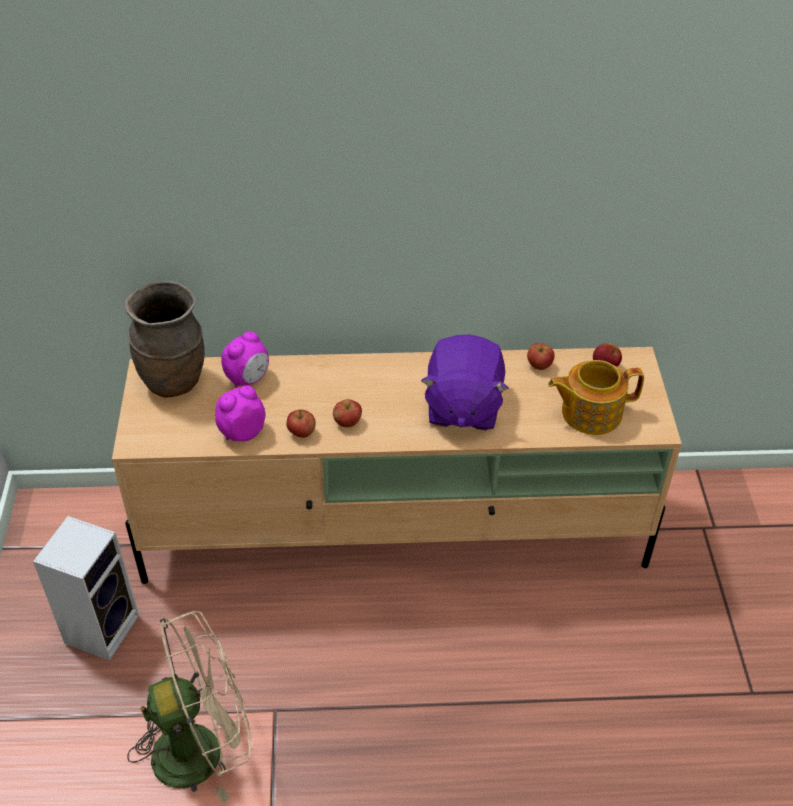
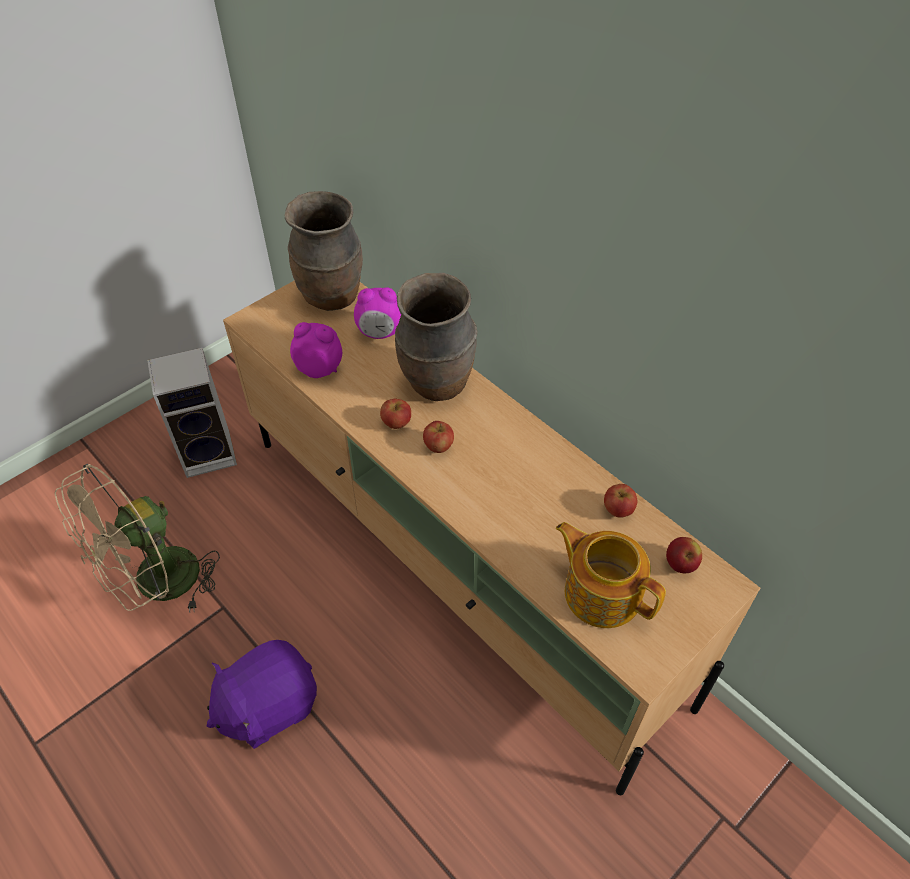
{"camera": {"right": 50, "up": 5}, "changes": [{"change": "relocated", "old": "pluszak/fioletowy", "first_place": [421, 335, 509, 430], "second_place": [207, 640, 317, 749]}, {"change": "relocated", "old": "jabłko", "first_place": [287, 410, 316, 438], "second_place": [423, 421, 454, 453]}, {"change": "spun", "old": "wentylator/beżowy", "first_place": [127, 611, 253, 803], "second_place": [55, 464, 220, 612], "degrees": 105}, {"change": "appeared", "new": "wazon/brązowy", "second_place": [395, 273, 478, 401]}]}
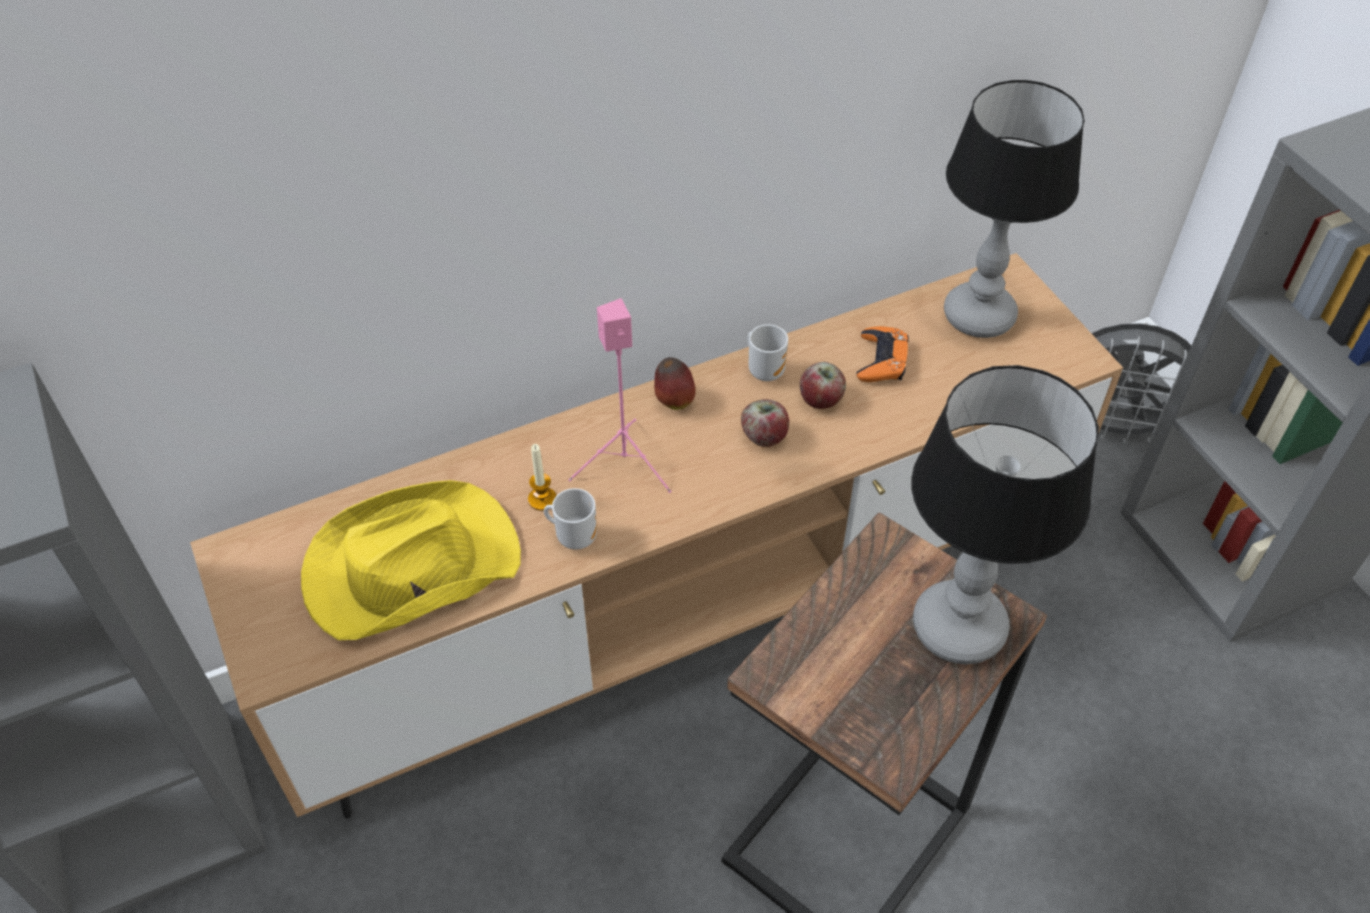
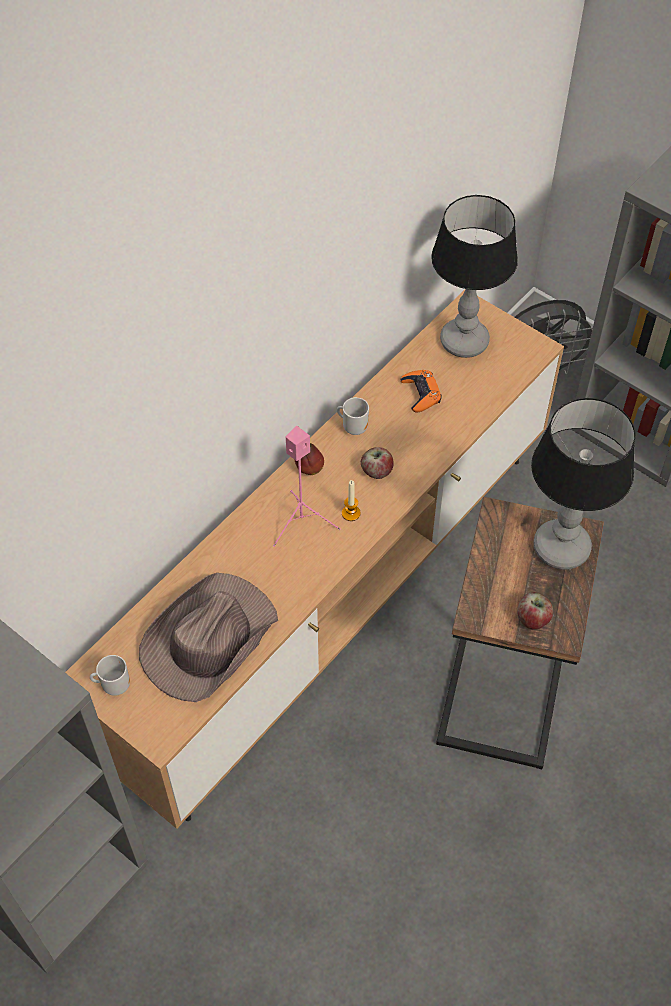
{"camera": {"right": -25, "up": 5}, "changes": [{"change": "relocated", "old": "jabłko", "first_place": [800, 362, 846, 409], "second_place": [517, 592, 553, 630]}, {"change": "relocated", "old": "świeca", "first_place": [528, 444, 556, 511], "second_place": [342, 480, 361, 521]}, {"change": "colour", "old": "kapelusz/żółty", "new": "kapelusz/brązowy", "first_place": [301, 480, 521, 640], "second_place": [139, 573, 278, 702]}, {"change": "relocated", "old": "kubek", "first_place": [544, 488, 597, 550], "second_place": [90, 655, 130, 696]}]}
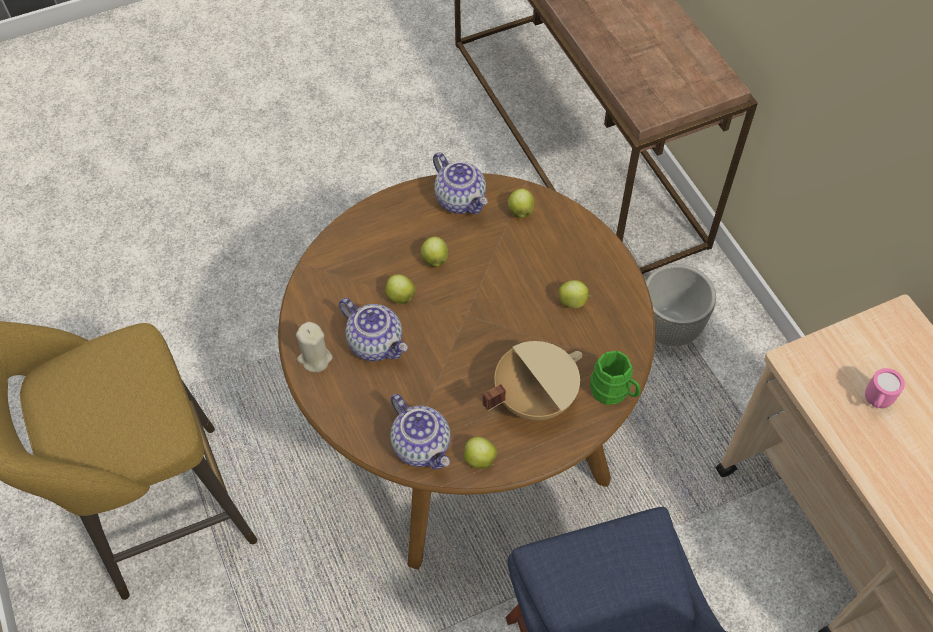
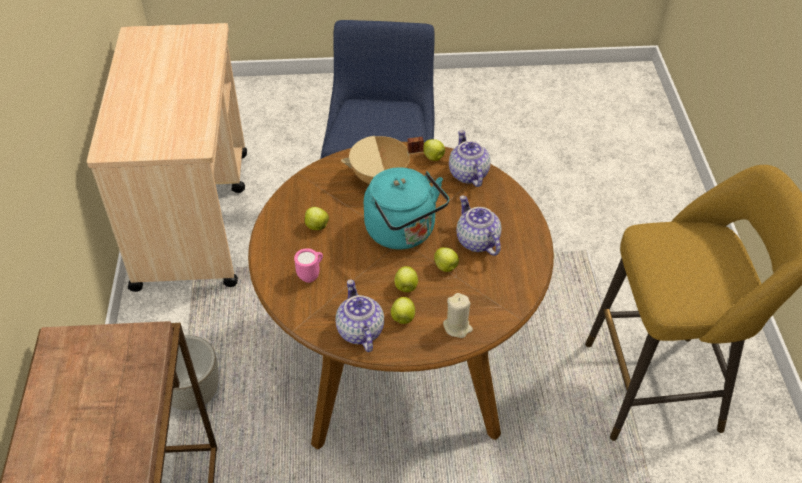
{"camera": {"right": -160, "up": -10}, "changes": [{"change": "relocated", "old": "jabłko", "first_place": [508, 188, 534, 218], "second_place": [391, 297, 415, 324]}, {"change": "relocated", "old": "świeca/beżowy", "first_place": [296, 322, 333, 372], "second_place": [443, 293, 473, 338]}, {"change": "missing", "old": "kubek/zielony", "first_place": [590, 351, 640, 405]}, {"change": "relocated", "old": "kubek/różowy", "first_place": [865, 368, 905, 408], "second_place": [294, 248, 323, 283]}, {"change": "appeared", "new": "czajnik/turkusowy", "second_place": [364, 167, 449, 250]}]}
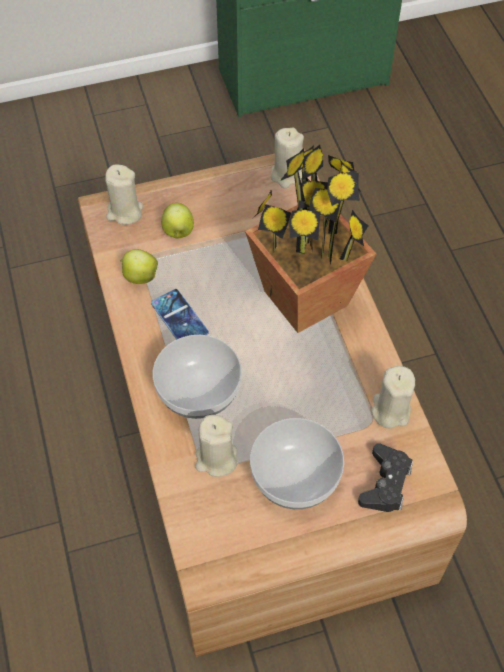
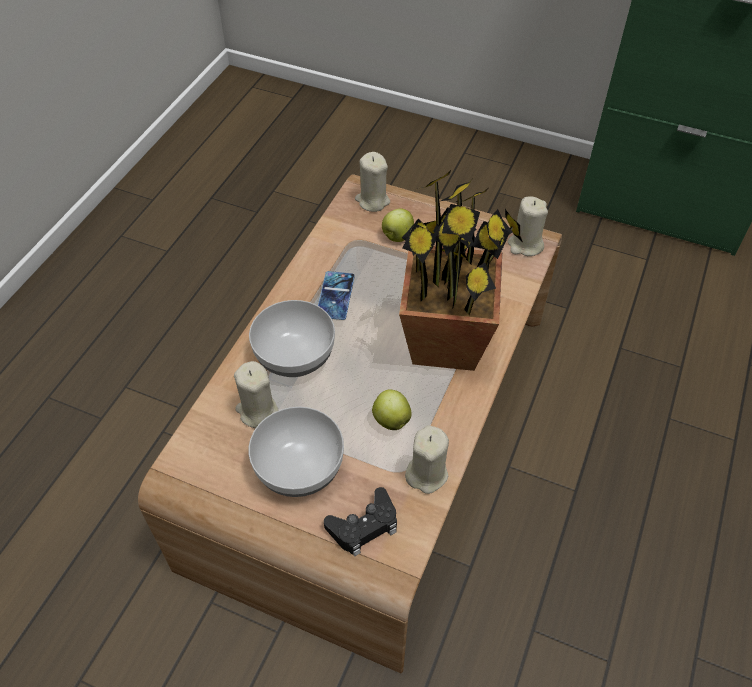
{"camera": {"right": 40, "up": -5}, "changes": [{"change": "relocated", "old": "jabłko", "first_place": [120, 249, 158, 284], "second_place": [372, 389, 412, 430]}]}
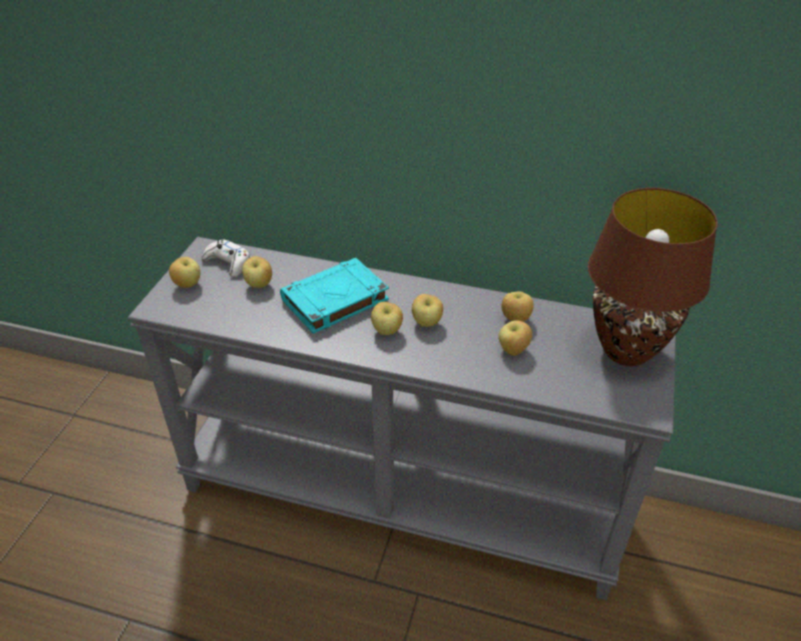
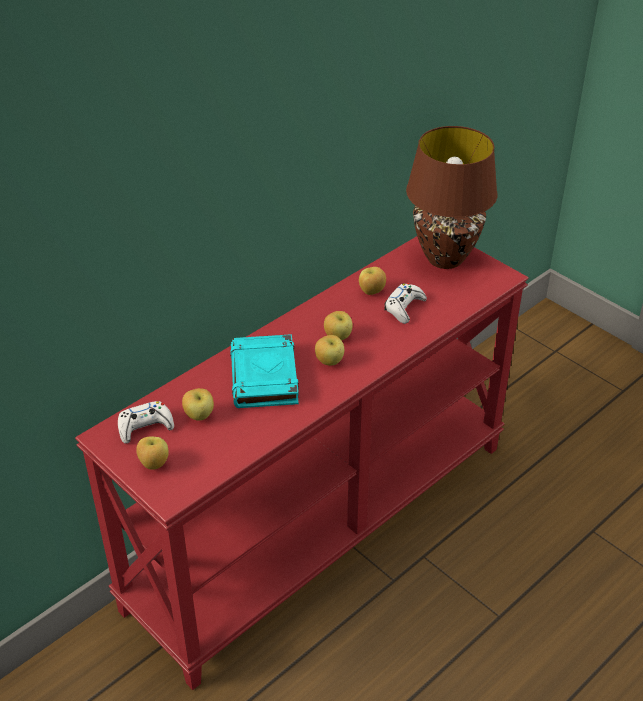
{"camera": {"right": -60, "up": 0}, "changes": [{"change": "colour", "old": "stolik konsolowy/szary", "new": "stolik konsolowy/czerwony", "first_place": [128, 237, 676, 600], "second_place": [75, 236, 529, 690]}, {"change": "exchanged", "old": "jabłko", "new": "pad do gier/biały", "first_place": [499, 320, 532, 356], "second_place": [384, 283, 427, 324]}]}
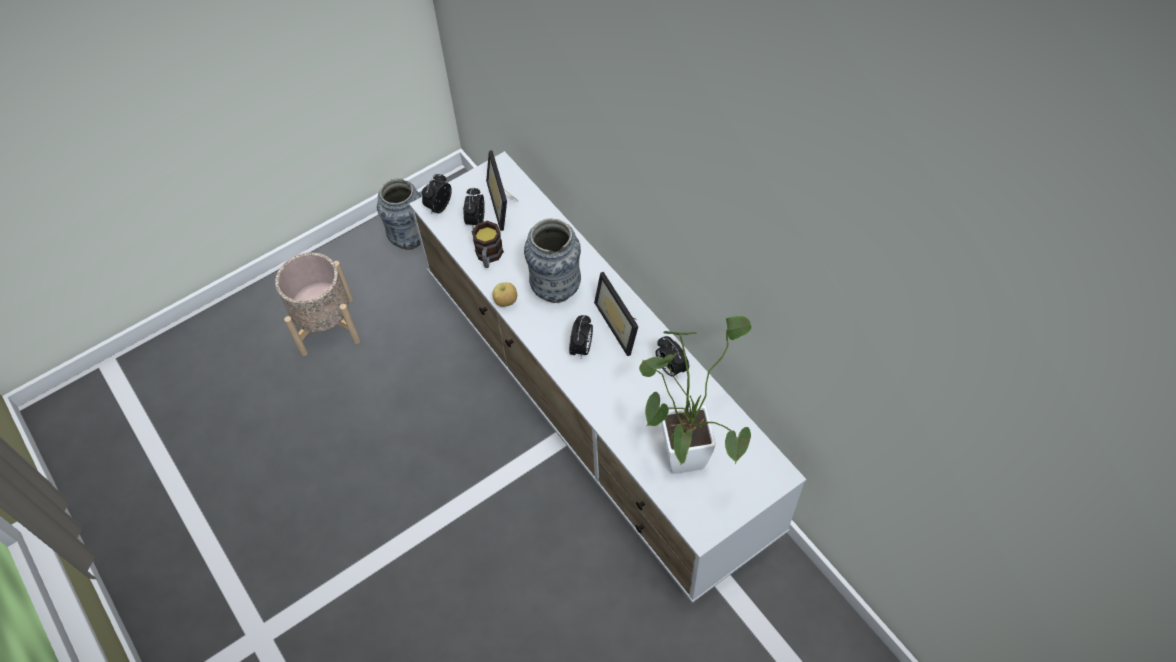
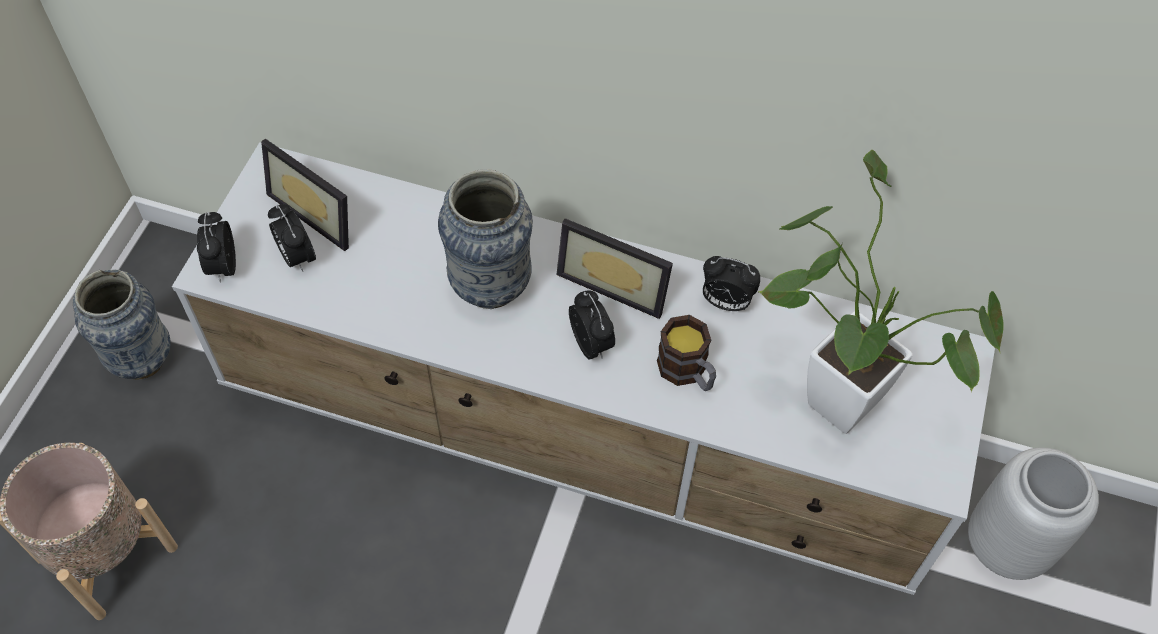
{"camera": {"right": -40, "up": 0}, "changes": [{"change": "relocated", "old": "kubek", "first_place": [472, 221, 504, 268], "second_place": [657, 315, 716, 391]}, {"change": "missing", "old": "jabłko", "first_place": [492, 282, 517, 307]}, {"change": "appeared", "new": "wazon/szary", "second_place": [968, 447, 1099, 580]}]}
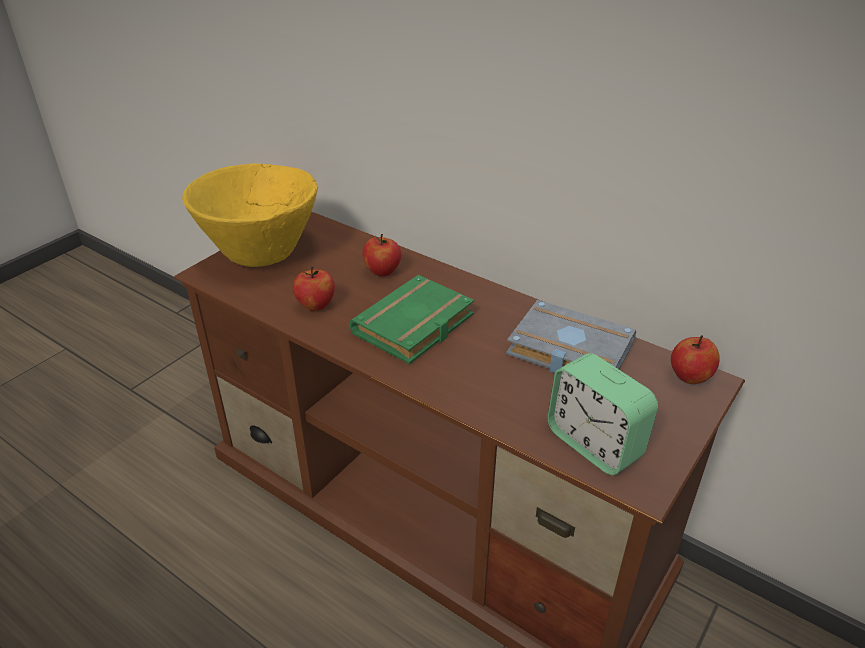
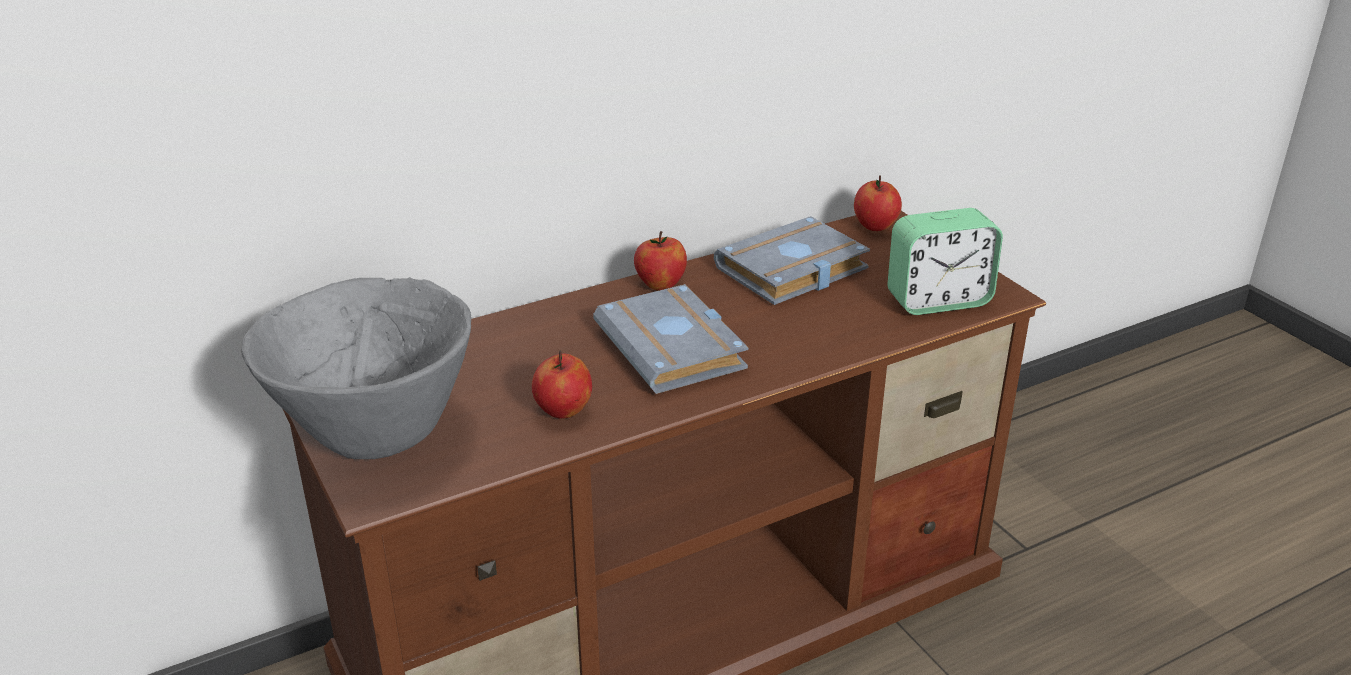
{"camera": {"right": -65, "up": -5}, "changes": [{"change": "colour", "old": "miska/żółty", "new": "miska/szary", "first_place": [182, 163, 318, 267], "second_place": [241, 277, 471, 459]}, {"change": "relocated", "old": "jabłko", "first_place": [362, 234, 401, 276], "second_place": [634, 231, 687, 291]}, {"change": "colour", "old": "książka/zielony", "new": "książka/szary", "first_place": [349, 275, 474, 364], "second_place": [593, 284, 748, 394]}]}
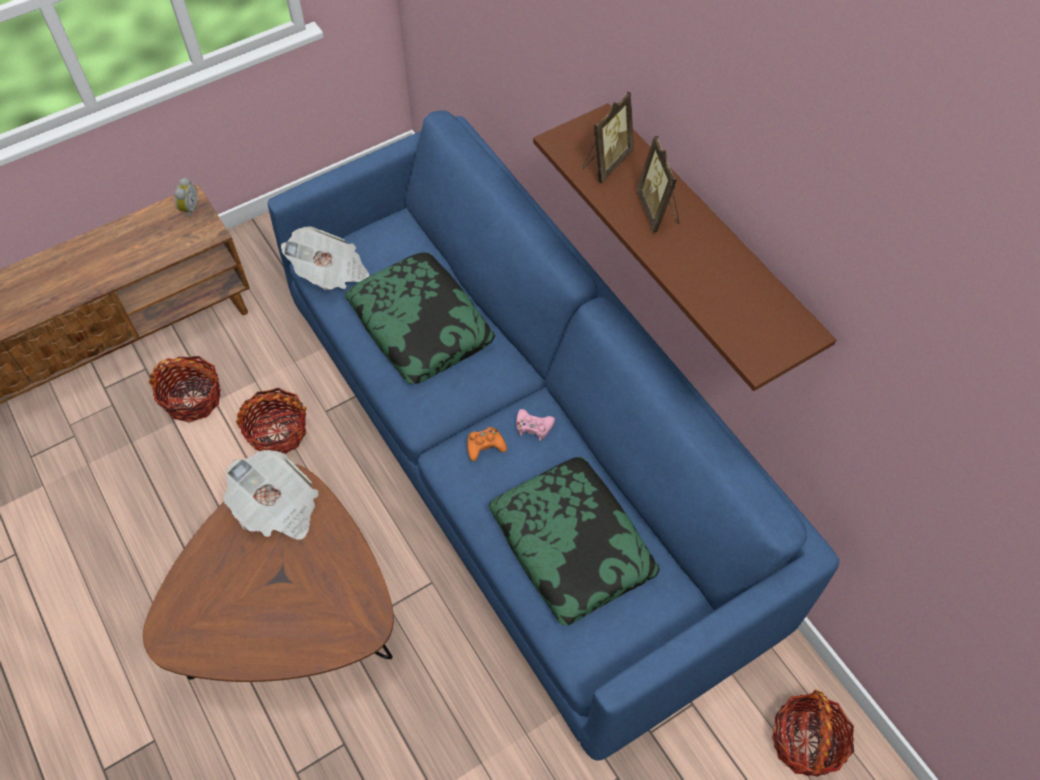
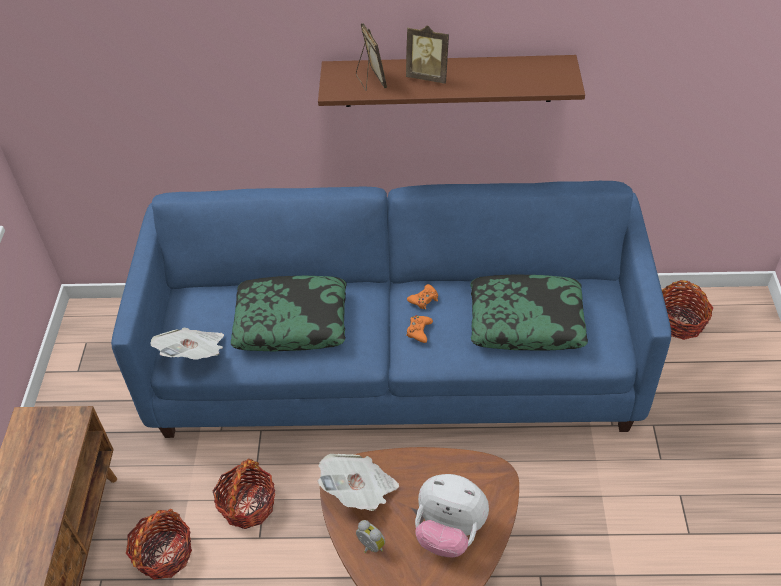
{"camera": {"right": -55, "up": -10}, "changes": [{"change": "relocated", "old": "budzik", "first_place": [174, 177, 198, 218], "second_place": [356, 520, 385, 553]}, {"change": "colour", "old": "pad do gier/różowy", "new": "pad do gier/pomarańczowy", "first_place": [516, 409, 555, 441], "second_place": [407, 284, 438, 310]}, {"change": "appeared", "new": "pluszak", "second_place": [415, 474, 489, 557]}]}
